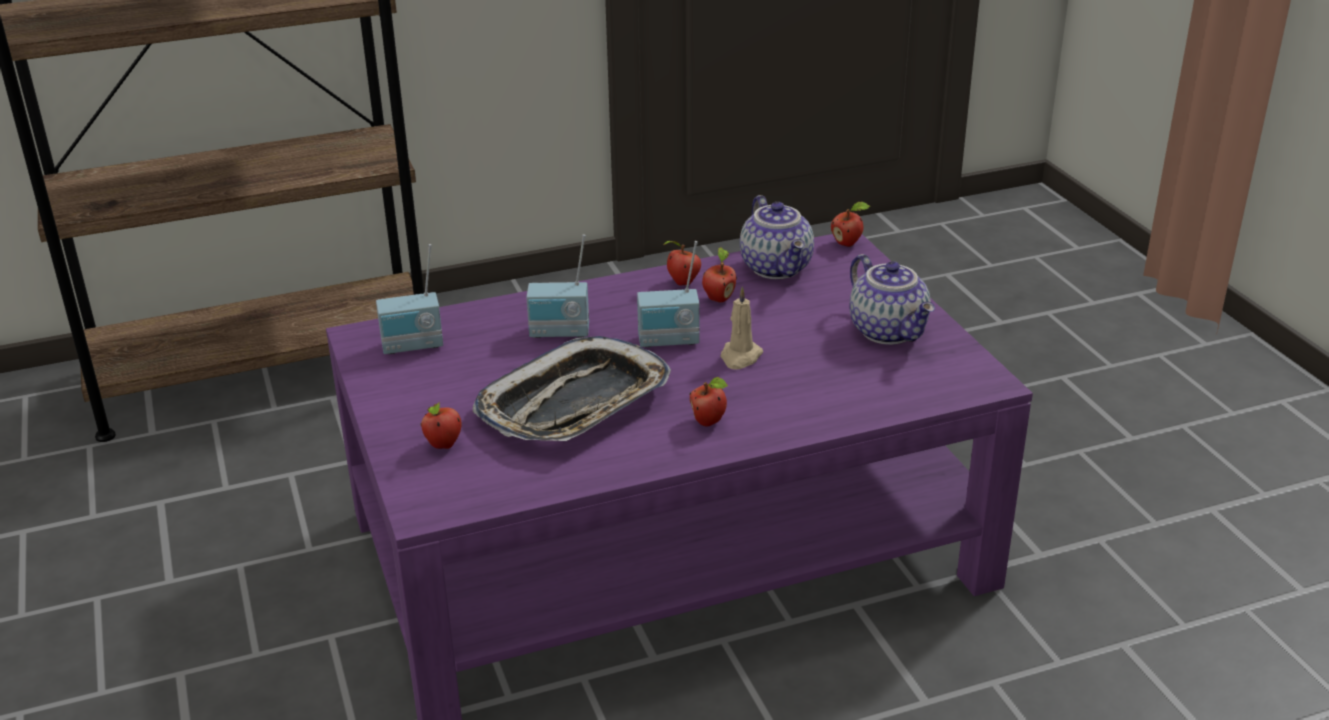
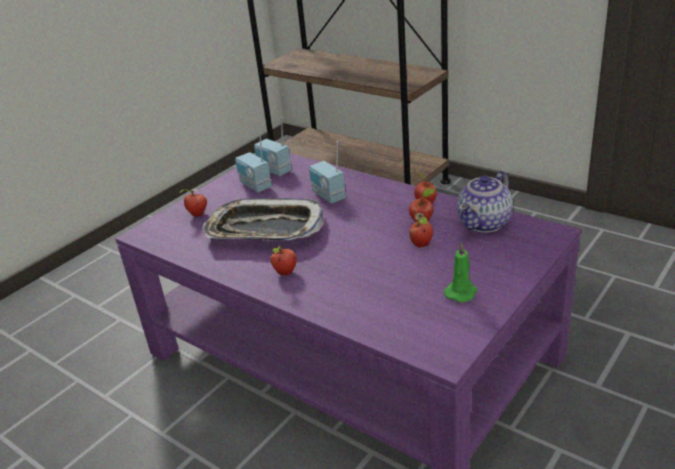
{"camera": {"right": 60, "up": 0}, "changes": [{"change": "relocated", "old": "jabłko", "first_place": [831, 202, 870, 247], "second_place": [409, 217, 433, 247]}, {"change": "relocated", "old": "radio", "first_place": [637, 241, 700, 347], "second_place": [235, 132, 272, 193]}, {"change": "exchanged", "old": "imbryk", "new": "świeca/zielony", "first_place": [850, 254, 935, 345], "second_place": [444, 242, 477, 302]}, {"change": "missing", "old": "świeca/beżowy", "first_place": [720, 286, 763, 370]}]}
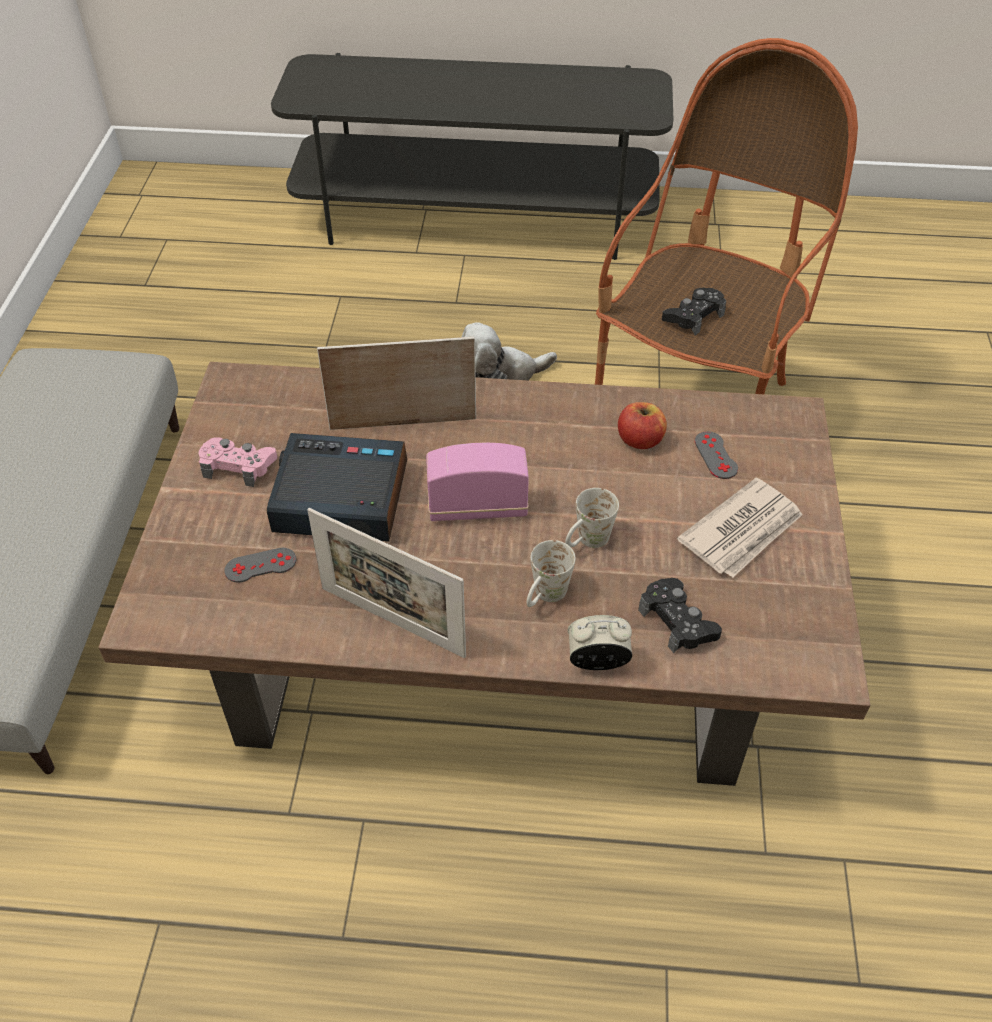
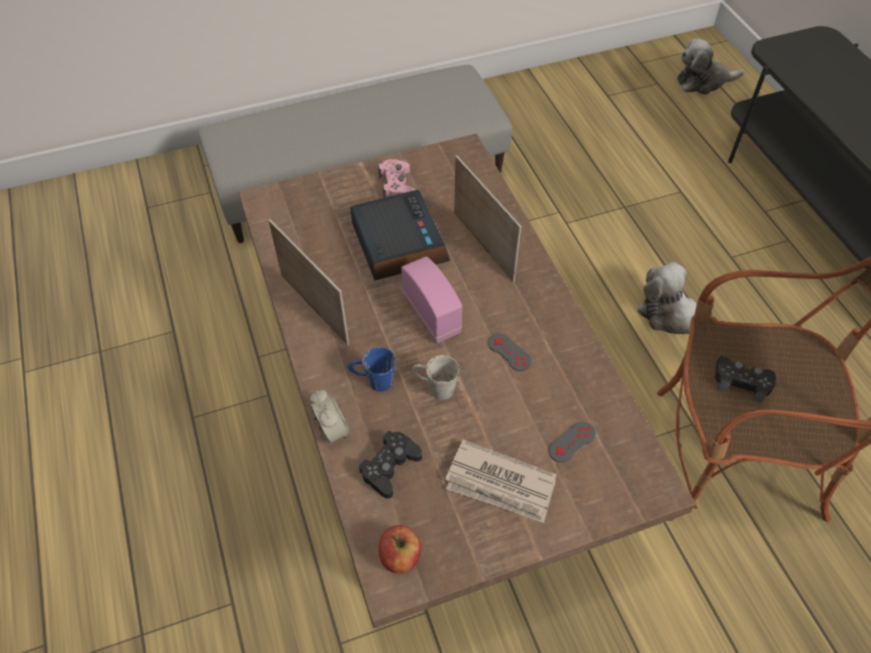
{"camera": {"right": 65, "up": 5}, "changes": [{"change": "relocated", "old": "jabłko", "first_place": [618, 402, 667, 449], "second_place": [378, 525, 421, 574]}, {"change": "spun", "old": "ramka na zdjęcie", "first_place": [307, 508, 466, 658], "second_place": [268, 219, 349, 345], "degrees": 135}, {"change": "colour", "old": "kubek/biały", "new": "kubek/niebieski", "first_place": [527, 540, 576, 607], "second_place": [348, 347, 396, 392]}, {"change": "relocated", "old": "pad do gier/szary", "first_place": [224, 548, 297, 583], "second_place": [488, 333, 532, 371]}, {"change": "appeared", "new": "pluszak", "second_place": [677, 38, 745, 95]}]}
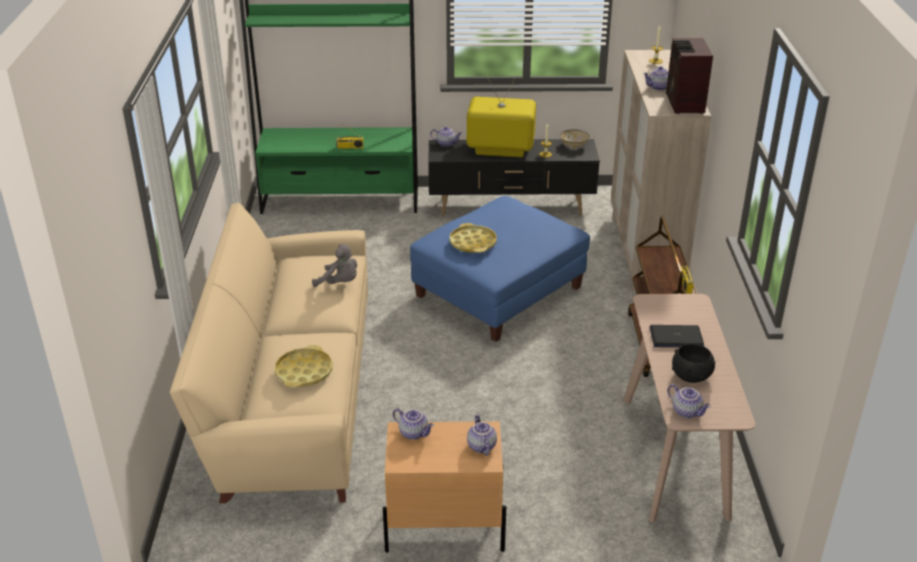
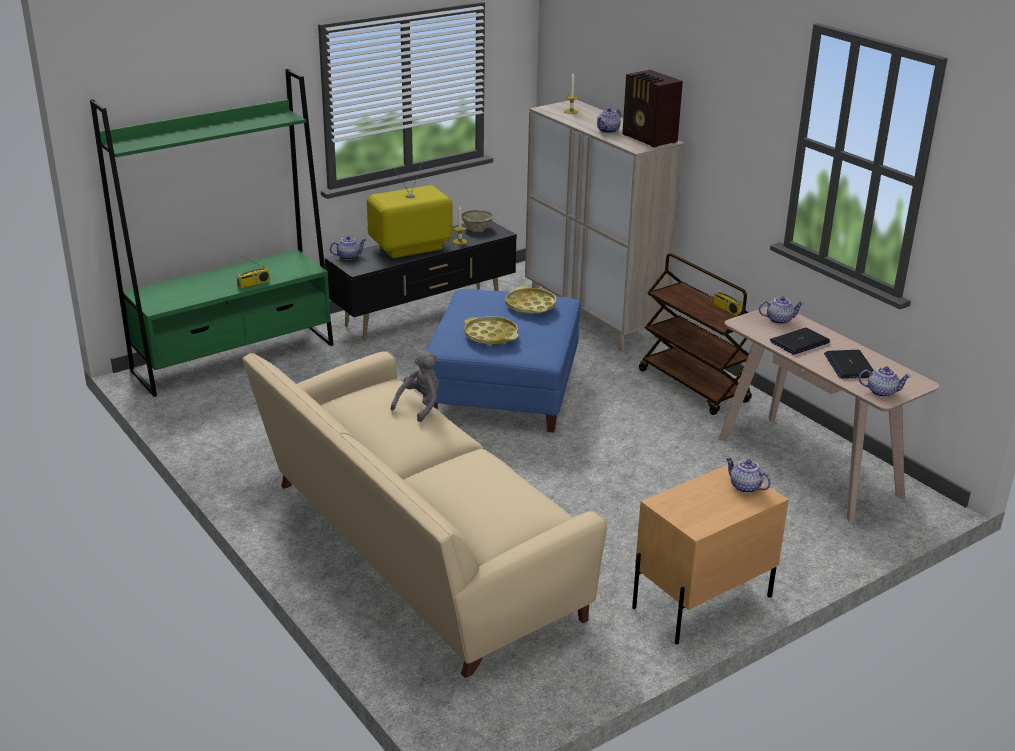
{"camera": {"right": -35, "up": -5}, "changes": [{"change": "spun", "old": "pluszak/szary", "first_place": [312, 244, 357, 287], "second_place": [391, 351, 439, 422], "degrees": -45}, {"change": "exchanged", "old": "miska/czarny", "new": "laptop", "first_place": [672, 344, 715, 383], "second_place": [824, 350, 874, 379]}, {"change": "relocated", "old": "taca/żółty", "first_place": [275, 345, 332, 388], "second_place": [506, 286, 556, 314]}, {"change": "relocated", "old": "imbryk", "first_place": [393, 408, 434, 440], "second_place": [759, 296, 804, 324]}]}
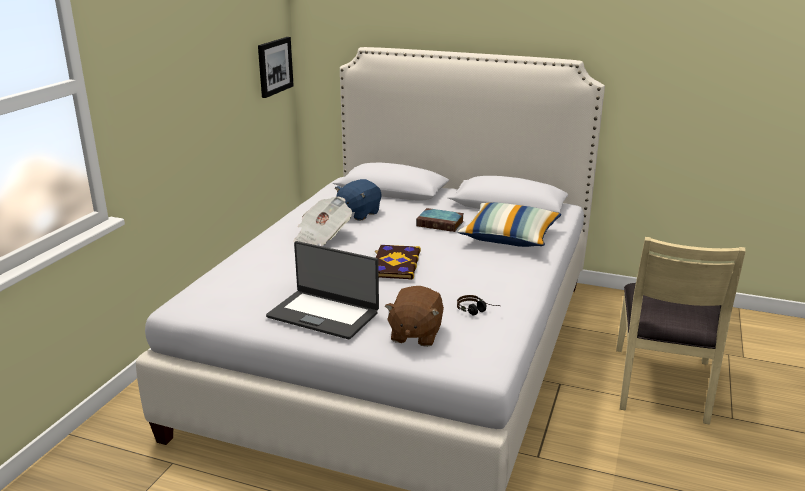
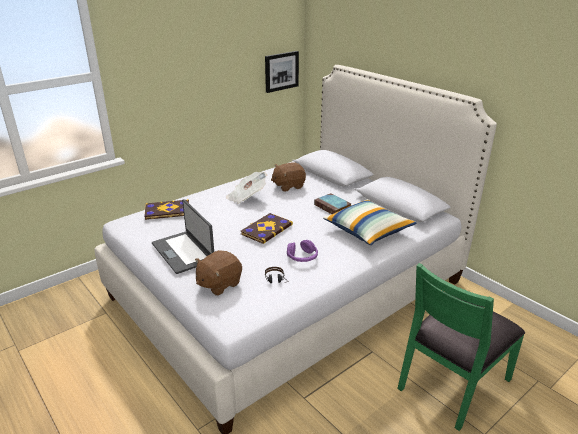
{"camera": {"right": 30, "up": 5}, "changes": [{"change": "colour", "old": "pluszak/niebieski", "new": "pluszak/brązowy", "first_place": [335, 179, 381, 221], "second_place": [271, 162, 306, 192]}, {"change": "colour", "old": "krzesło/beżowy", "new": "krzesło/zielony", "first_place": [616, 237, 746, 425], "second_place": [397, 263, 525, 431]}, {"change": "appeared", "new": "książka", "second_place": [145, 199, 189, 220]}, {"change": "appeared", "new": "słuchawki/fioletowy", "second_place": [287, 240, 318, 262]}]}
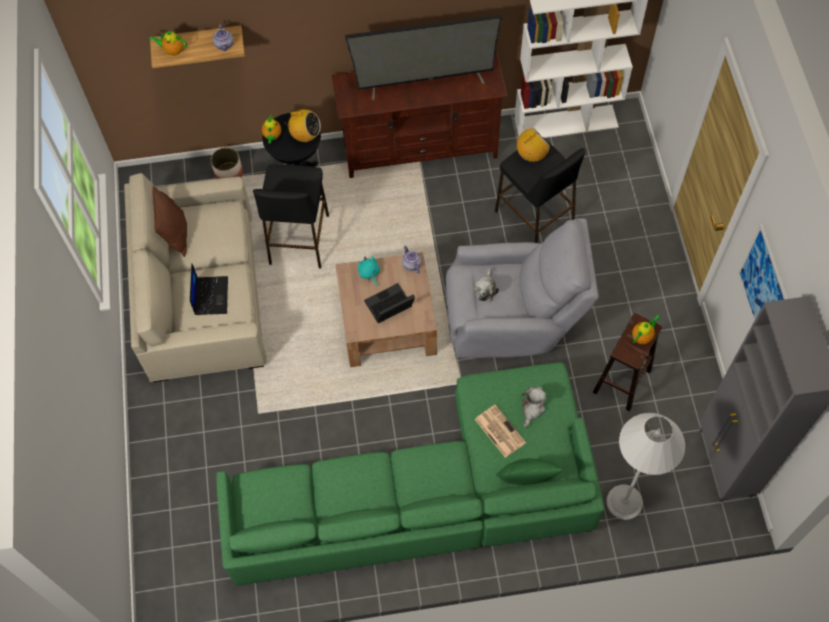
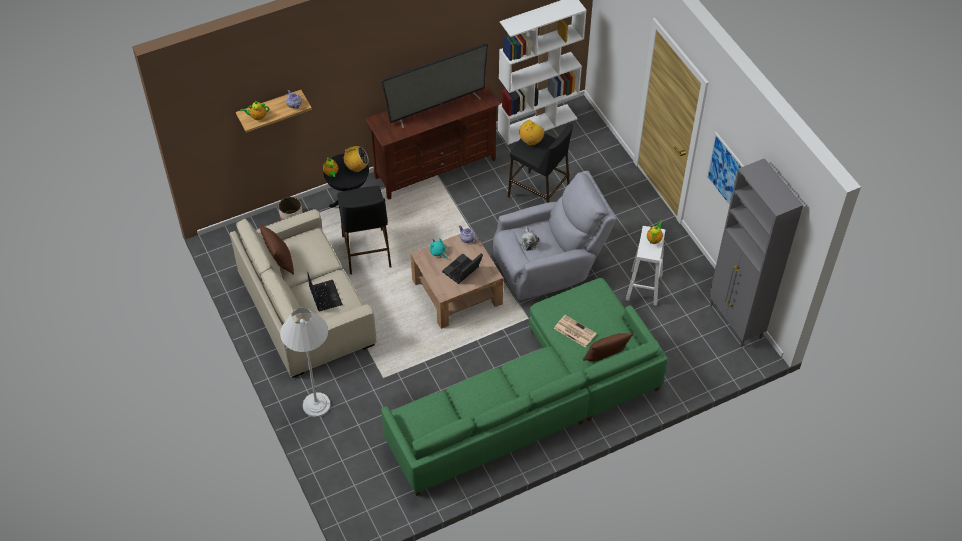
{"camera": {"right": -20, "up": -10}, "changes": [{"change": "colour", "old": "stołek/brązowy", "new": "stołek/biały", "first_place": [593, 313, 662, 411], "second_place": [626, 226, 665, 306]}, {"change": "missing", "old": "pluszak", "first_place": [521, 386, 546, 428]}, {"change": "relocated", "old": "lampa stojąca/biały", "first_place": [606, 413, 685, 520], "second_place": [280, 307, 331, 417]}, {"change": "colour", "old": "poduszka/zielony", "new": "poduszka/brązowy", "first_place": [496, 458, 563, 485], "second_place": [583, 333, 633, 361]}]}
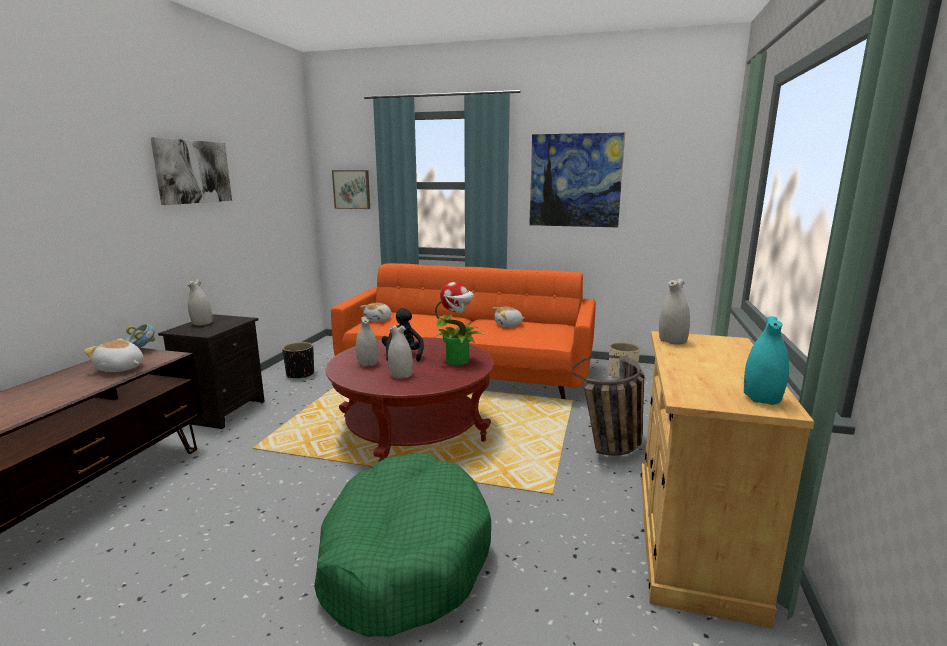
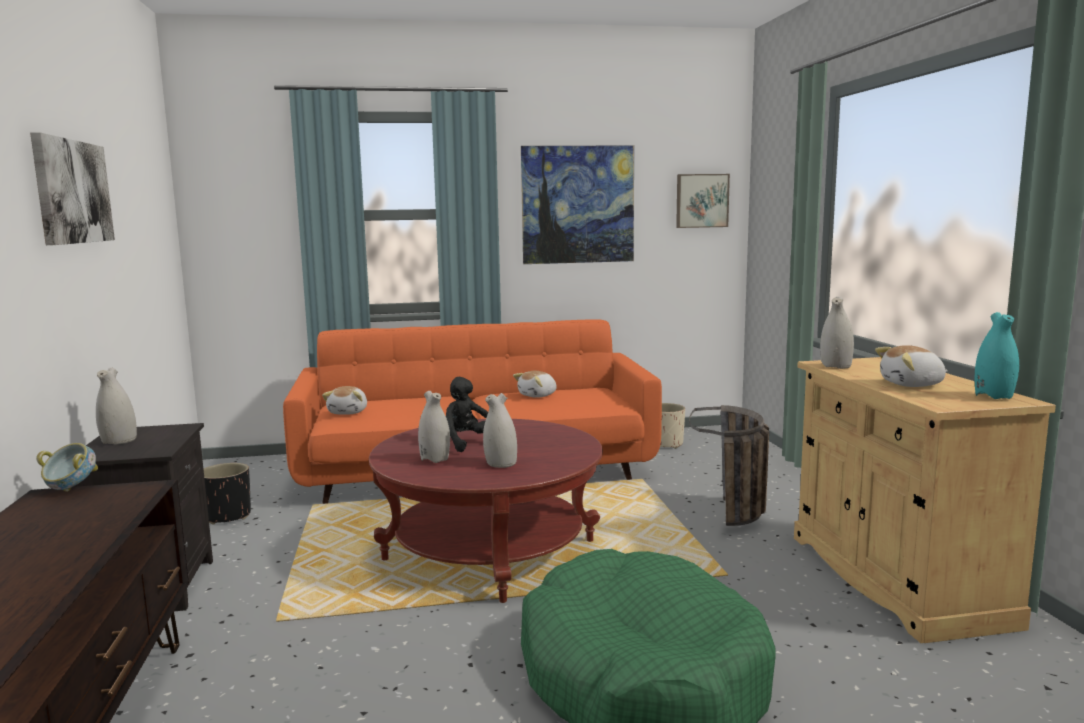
{"camera": {"right": -25, "up": -5}, "changes": [{"change": "relocated", "old": "obraz", "first_place": [332, 170, 370, 209], "second_place": [676, 174, 730, 228]}, {"change": "missing", "old": "roślina doniczkowa", "first_place": [434, 282, 484, 365]}, {"change": "relocated", "old": "pluszak", "first_place": [84, 338, 144, 372], "second_place": [875, 345, 948, 387]}]}
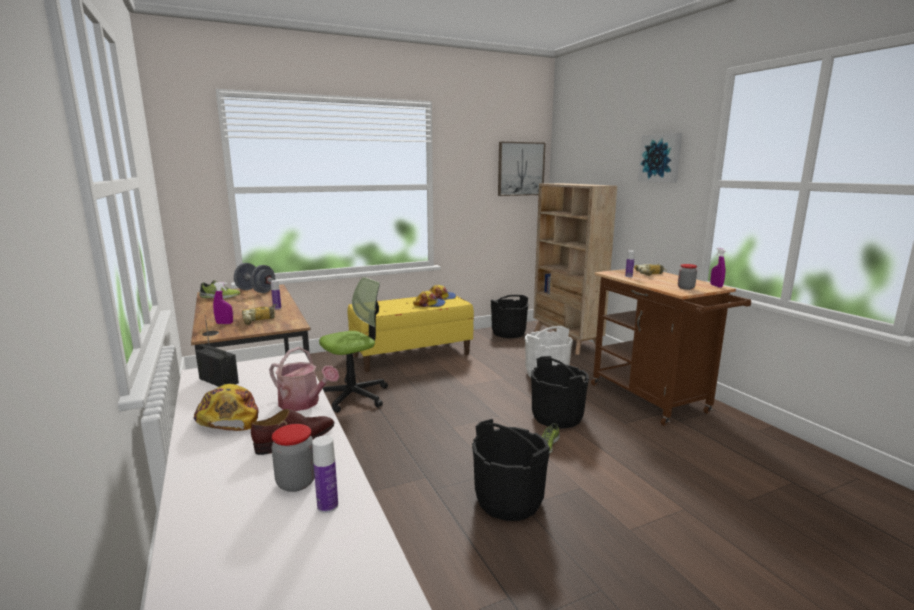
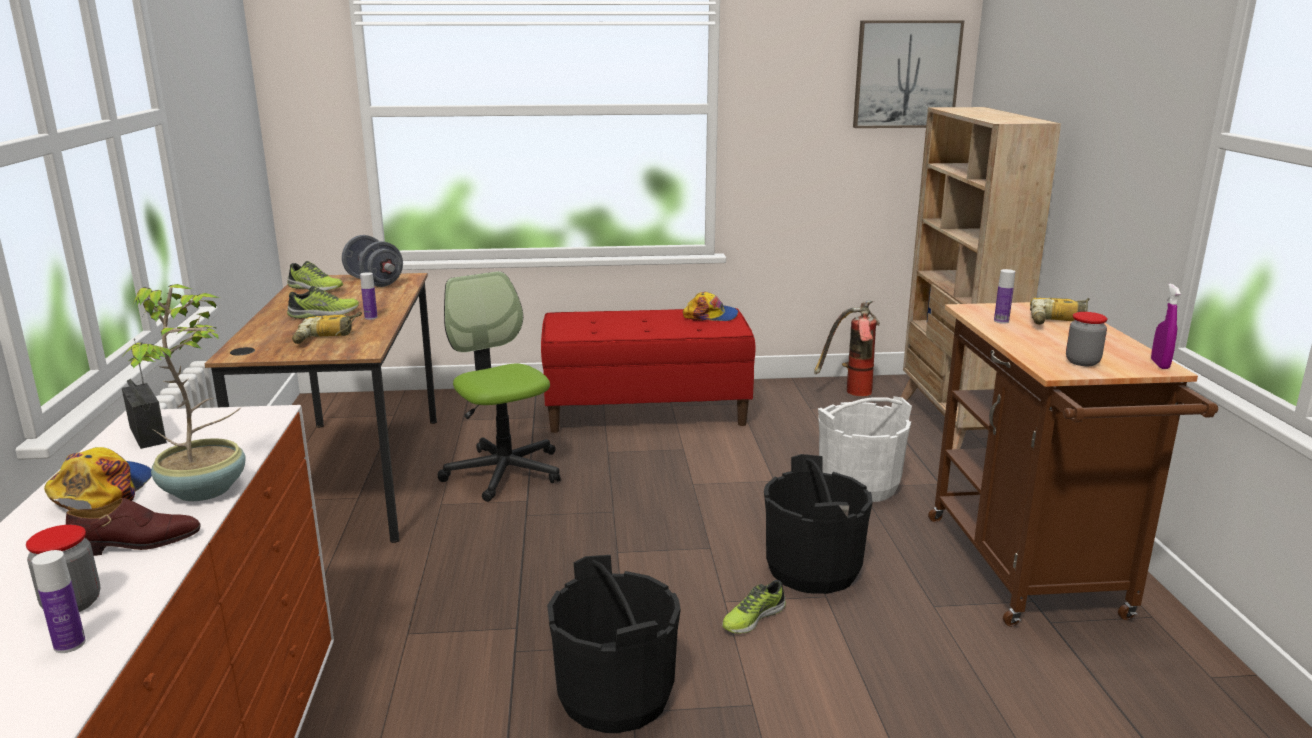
{"camera": {"right": 20, "up": 5}, "changes": [{"change": "missing", "old": "obraz", "first_place": [638, 133, 682, 183]}, {"change": "spun", "old": "krzesło biurowe", "first_place": [319, 277, 388, 413], "second_place": [438, 271, 561, 502], "degrees": -105}, {"change": "missing", "old": "spryskiwacz/fioletowy", "first_place": [213, 282, 233, 324]}, {"change": "missing", "old": "czapka z daszkiem", "first_place": [413, 291, 445, 307]}, {"change": "exchanged", "old": "wiadro/czarny", "new": "gaśnica", "first_place": [491, 295, 529, 338], "second_place": [814, 301, 880, 396]}, {"change": "colour", "old": "ławka/żółty", "new": "ławka/czerwony", "first_place": [348, 296, 474, 372], "second_place": [541, 308, 755, 433]}, {"change": "exchanged", "old": "konewka", "new": "roślina doniczkowa", "first_place": [269, 347, 339, 411], "second_place": [120, 284, 245, 501]}, {"change": "appeared", "new": "but", "second_place": [287, 286, 359, 319]}]}
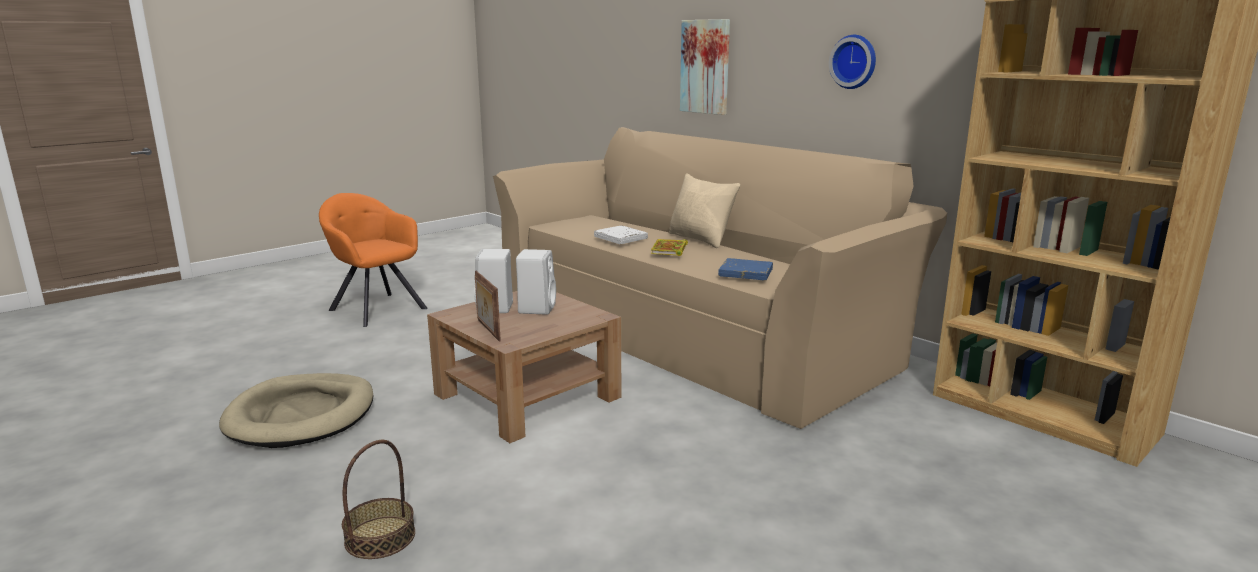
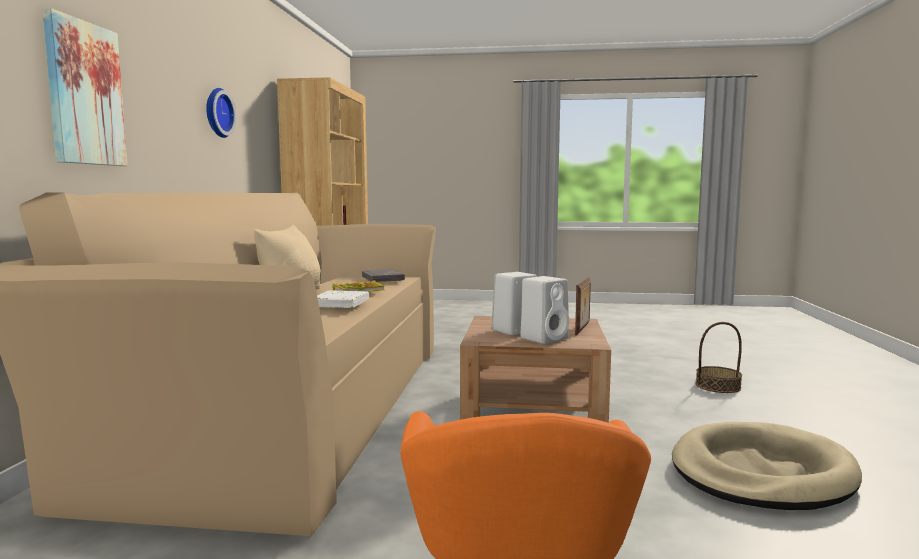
{"camera": {"right": -130, "up": -10}, "changes": [{"change": "colour", "old": "książka/niebieski", "new": "książka/szary", "first_place": [718, 258, 773, 281], "second_place": [362, 270, 405, 282]}]}
